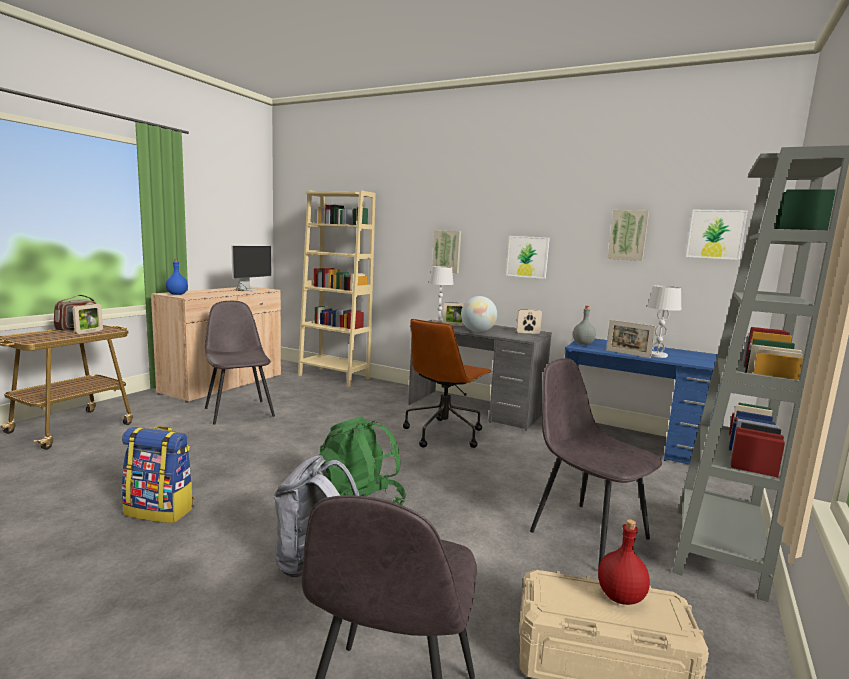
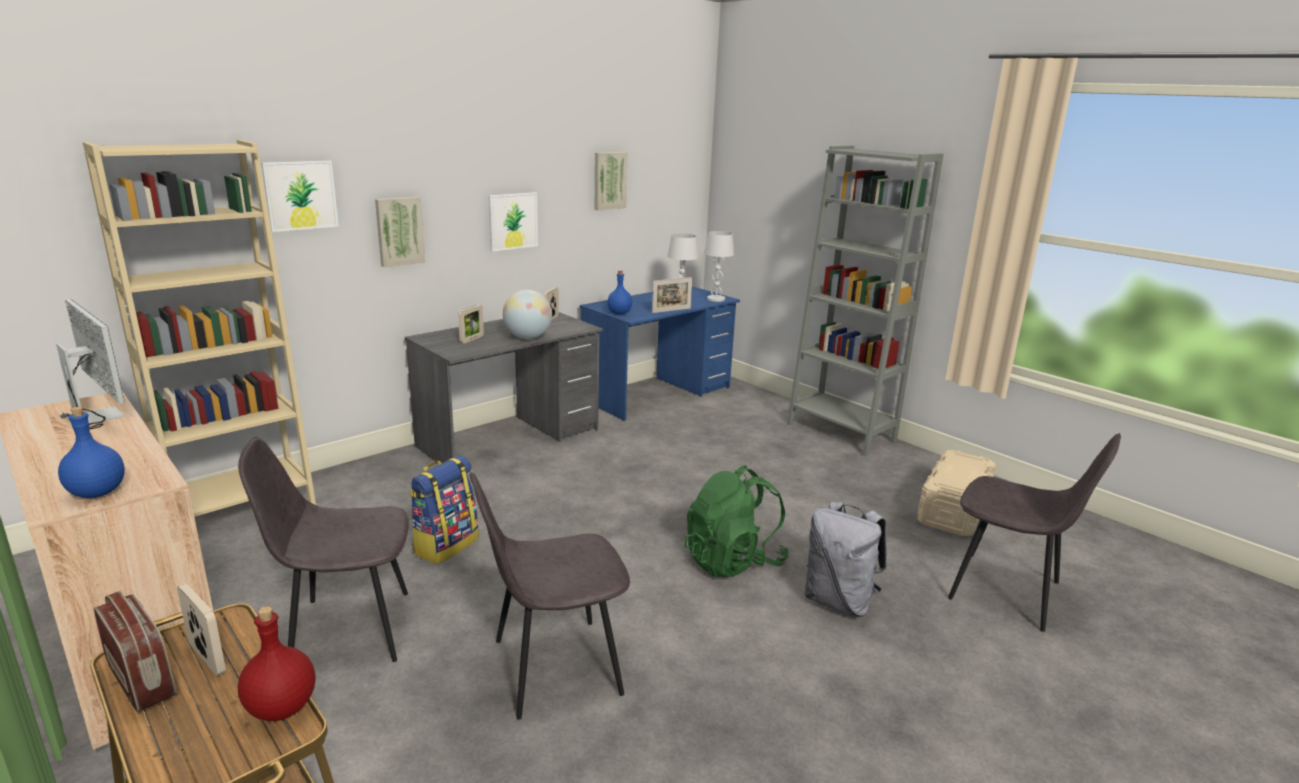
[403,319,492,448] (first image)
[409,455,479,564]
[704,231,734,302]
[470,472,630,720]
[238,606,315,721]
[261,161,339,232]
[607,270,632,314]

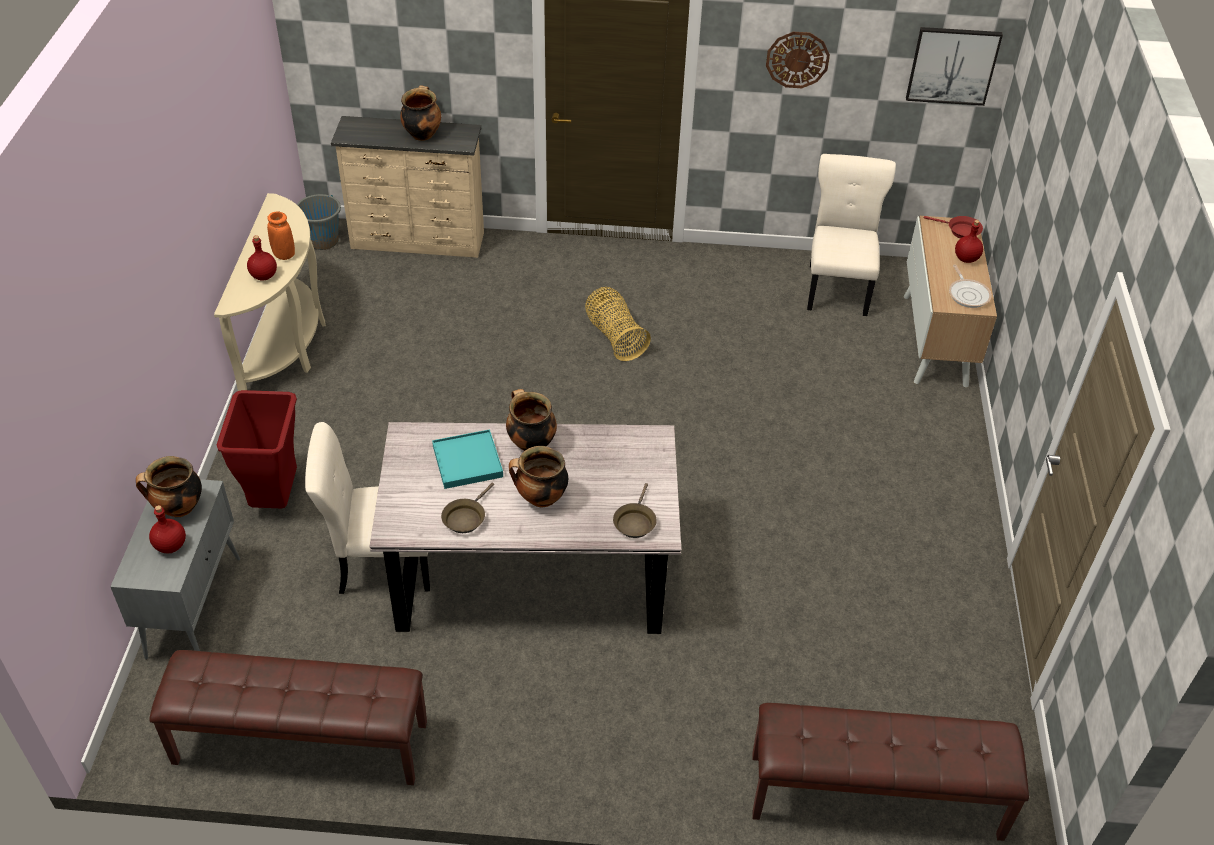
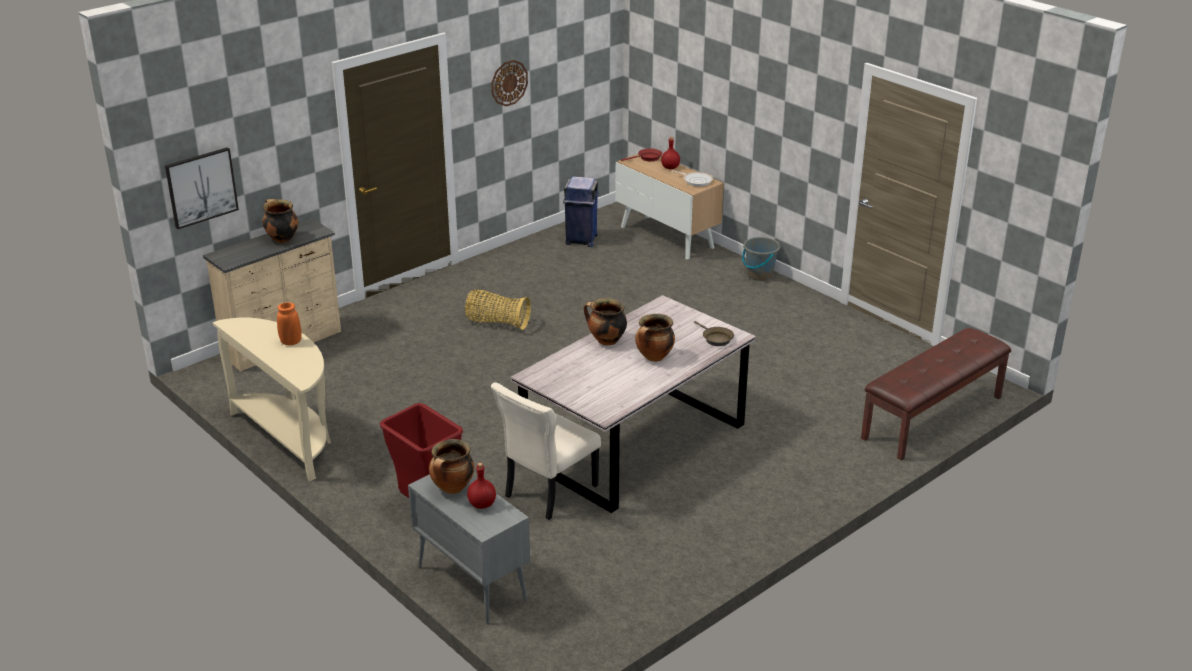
[149,650,427,785] (first image)
[247,235,277,281] (first image)
[432,429,503,489] (first image)
[441,482,494,533] (first image)
[742,237,780,281]
[165,147,239,229]
[563,176,599,247]

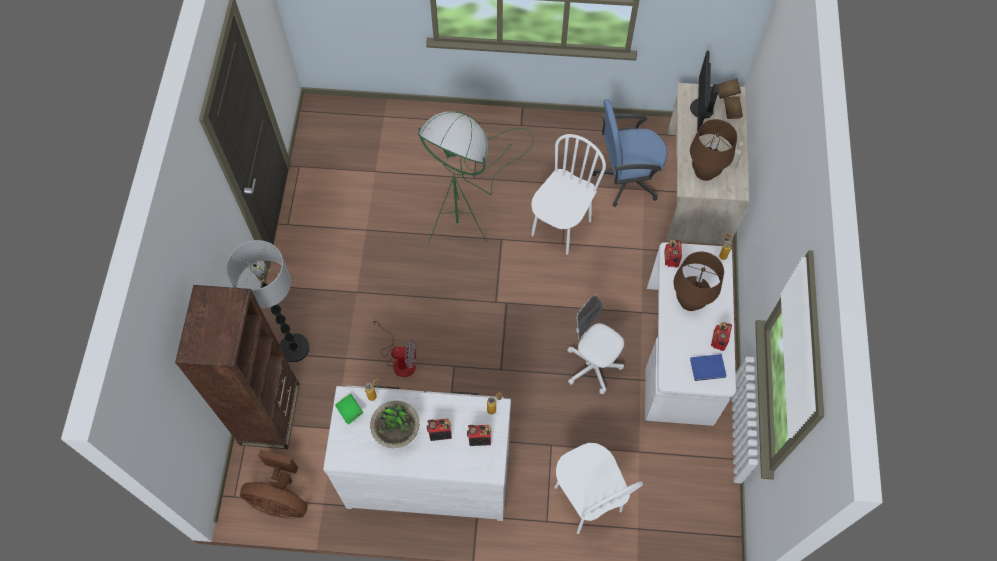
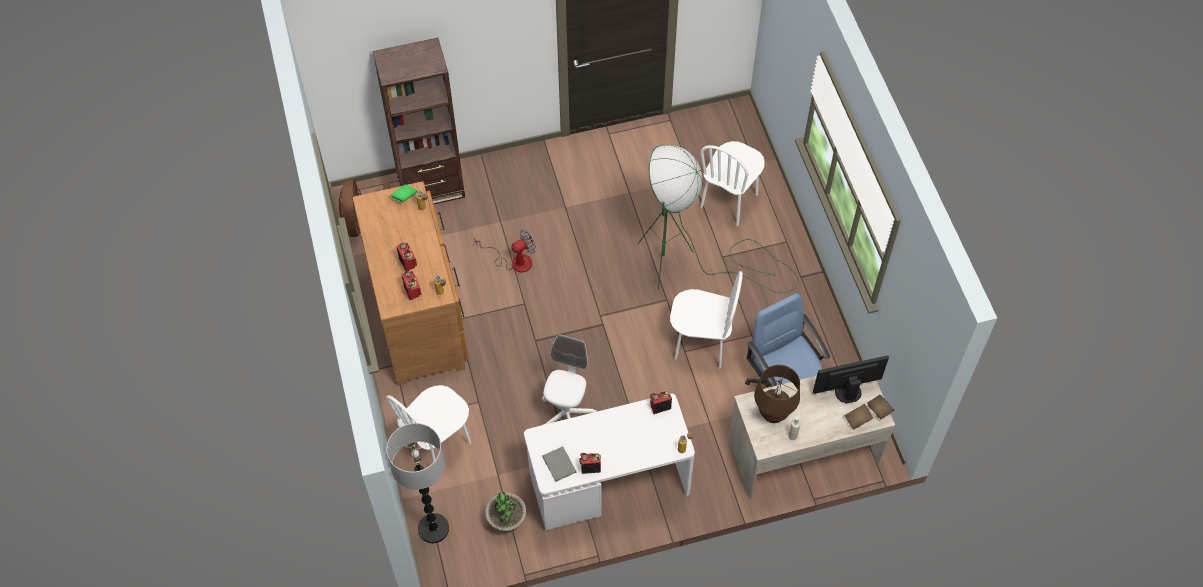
[674,252,724,311] (first image)
[700,141,765,226]
[386,423,449,543]
[485,492,526,533]
[352,181,468,386]
[542,446,576,482]
[474,230,536,272]

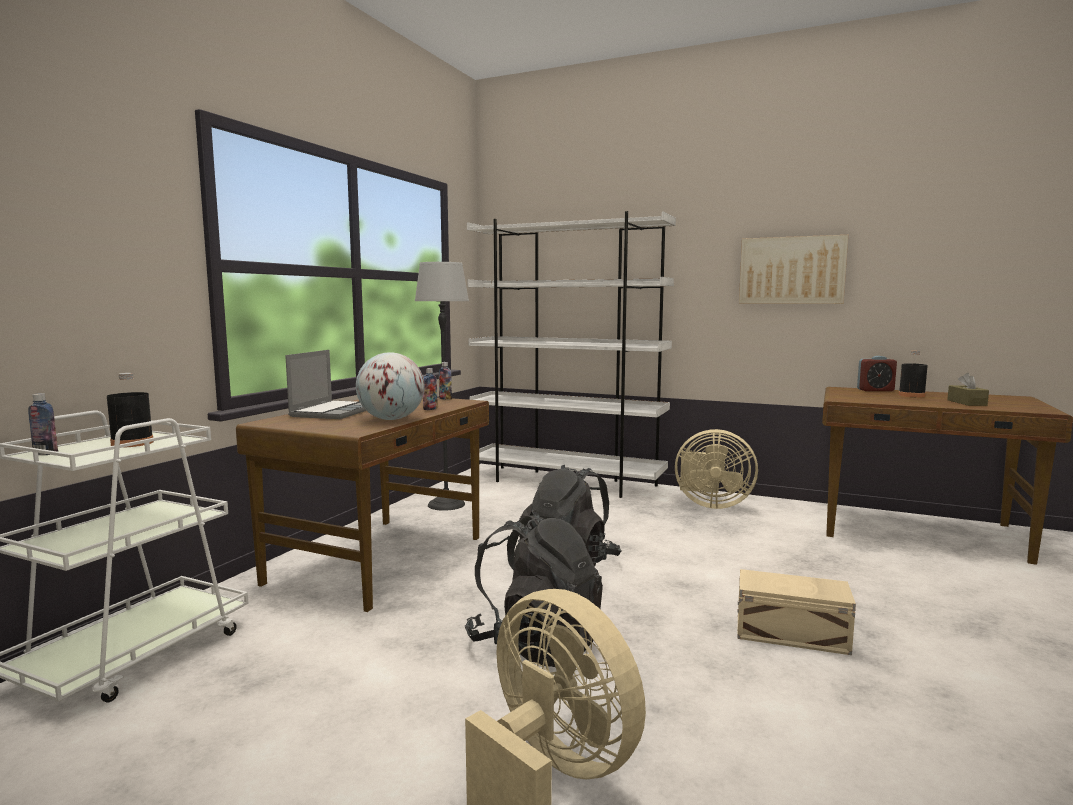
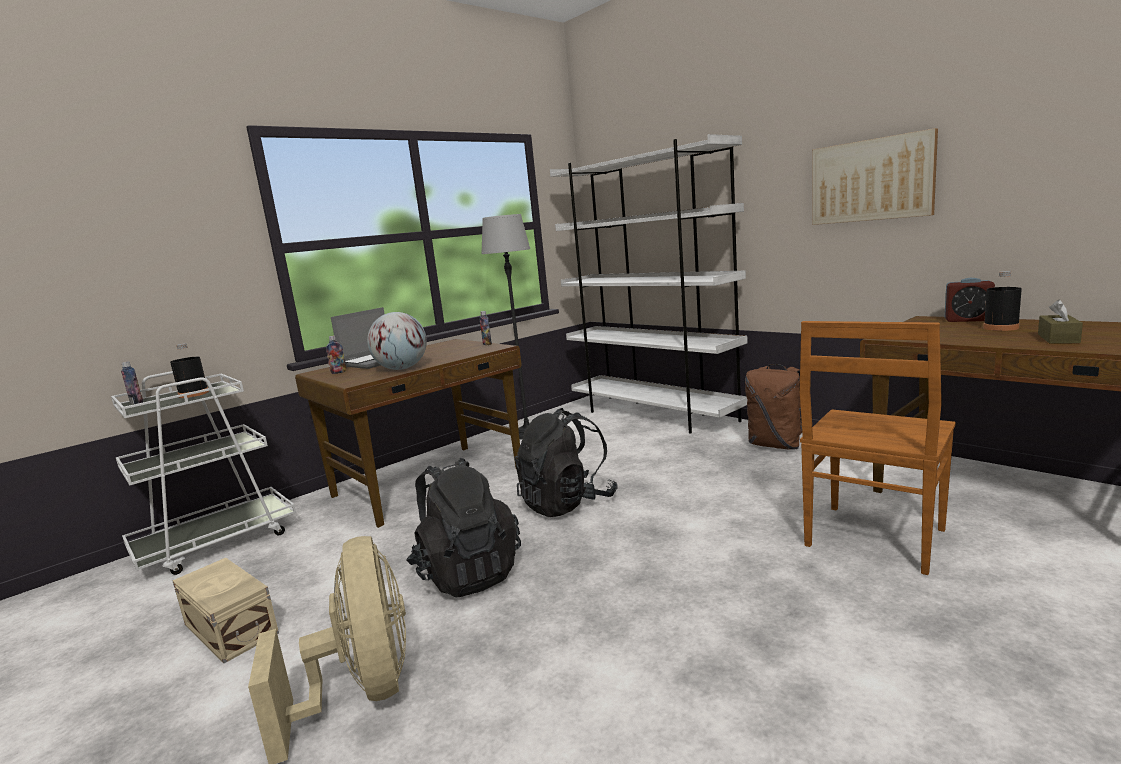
[800,321,956,575]
[326,336,347,374]
[172,558,279,663]
[745,364,802,450]

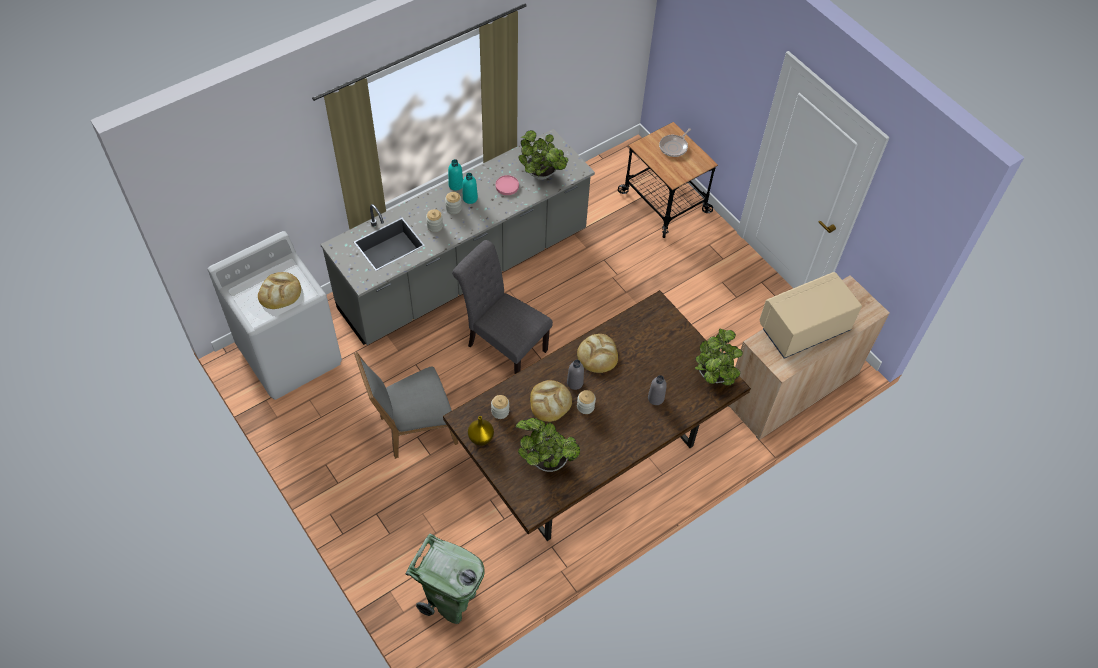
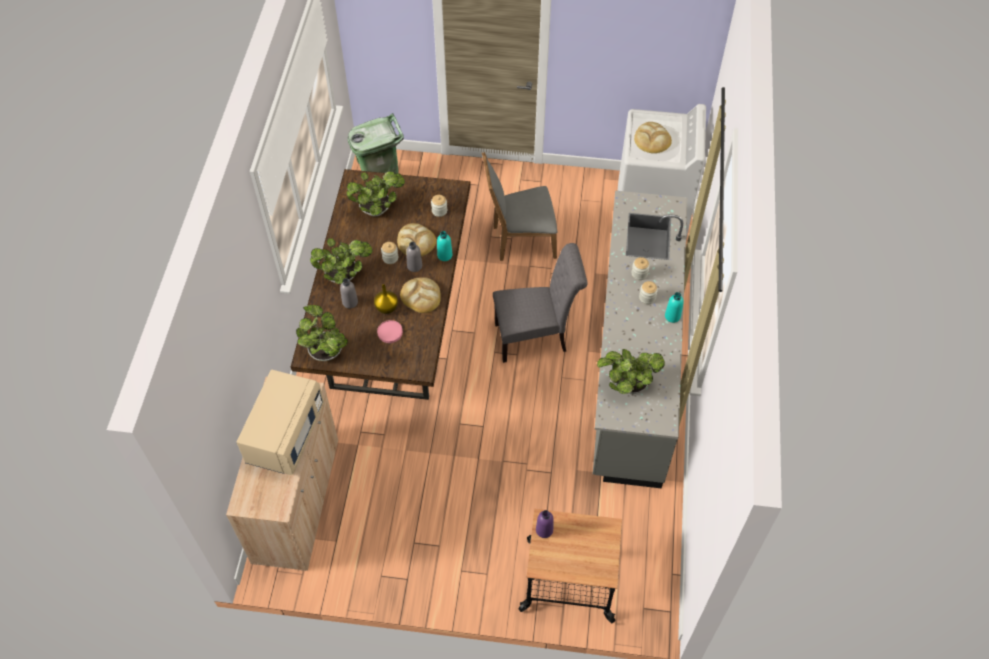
[659,128,691,157] (first image)
[310,238,372,284]
[536,510,554,538]
[437,231,452,261]
[374,284,398,314]
[377,320,403,343]
[482,152,557,261]

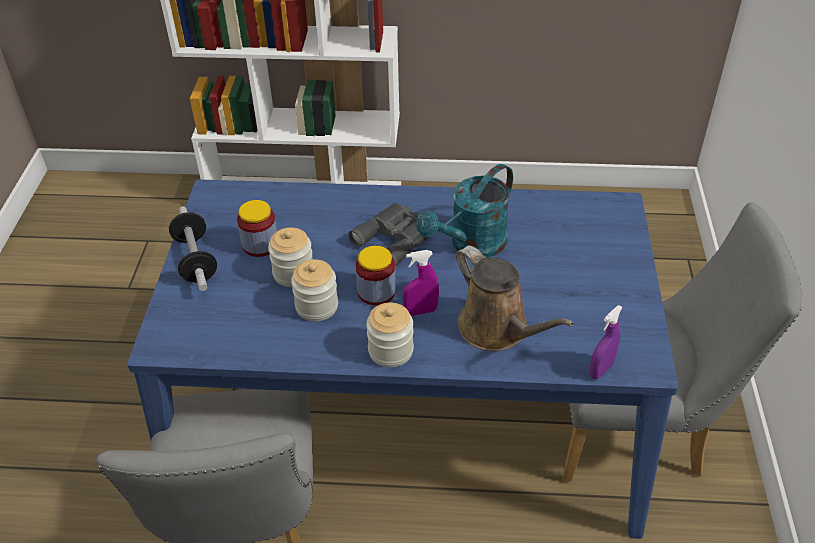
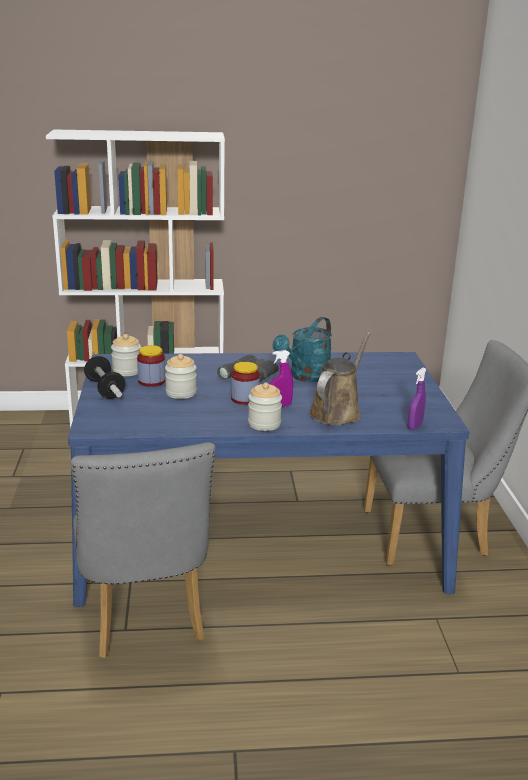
[111,334,141,376]
[309,332,371,425]

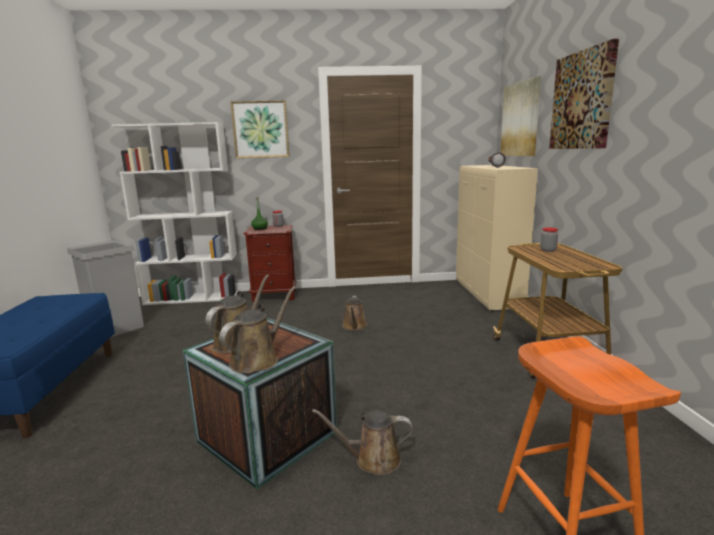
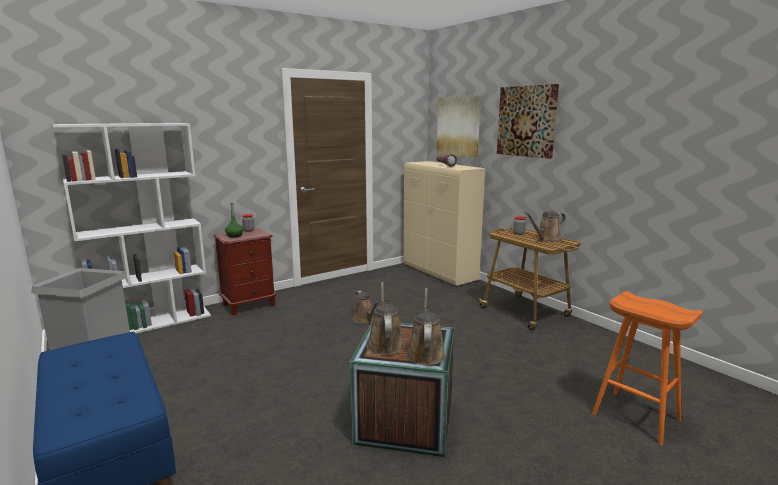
[230,100,290,158] (first image)
[524,211,566,242]

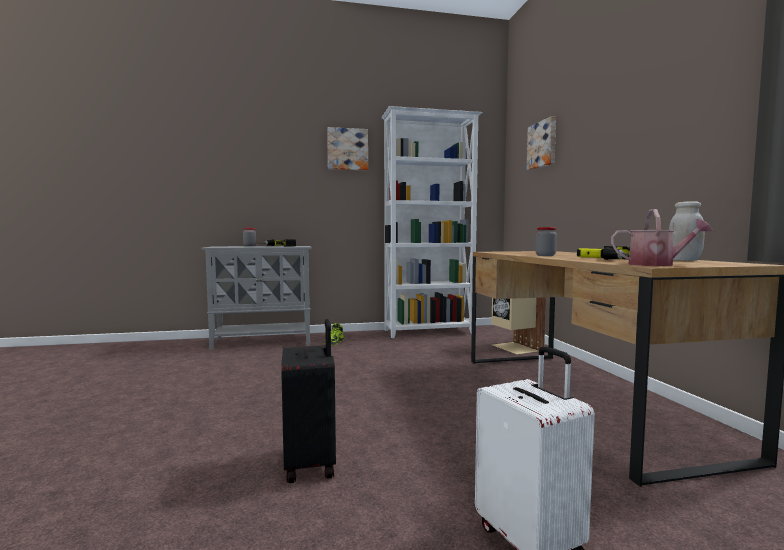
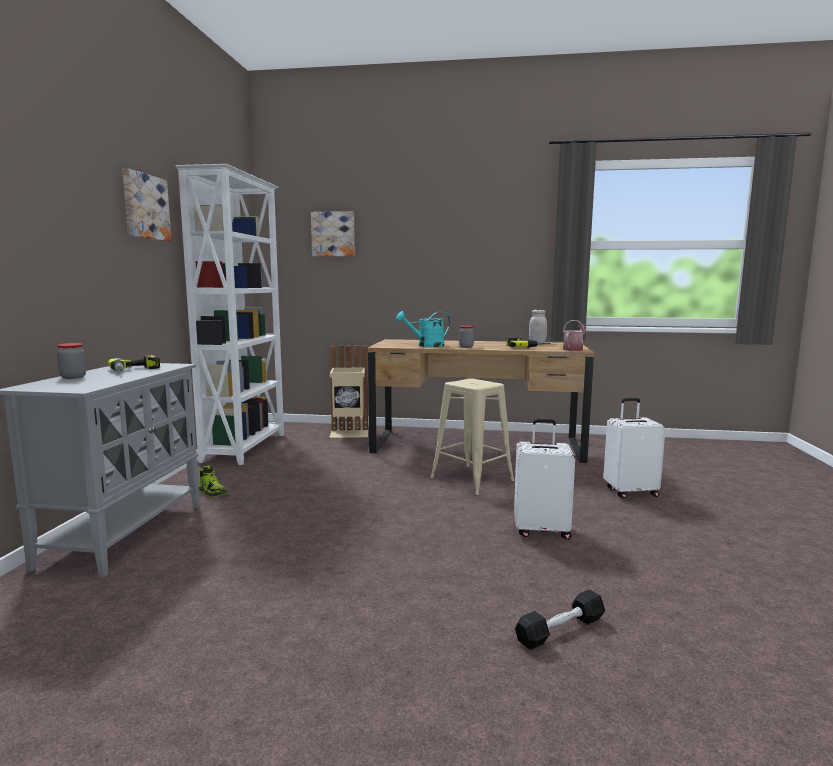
[396,311,450,347]
[430,379,515,495]
[515,589,605,650]
[514,419,575,540]

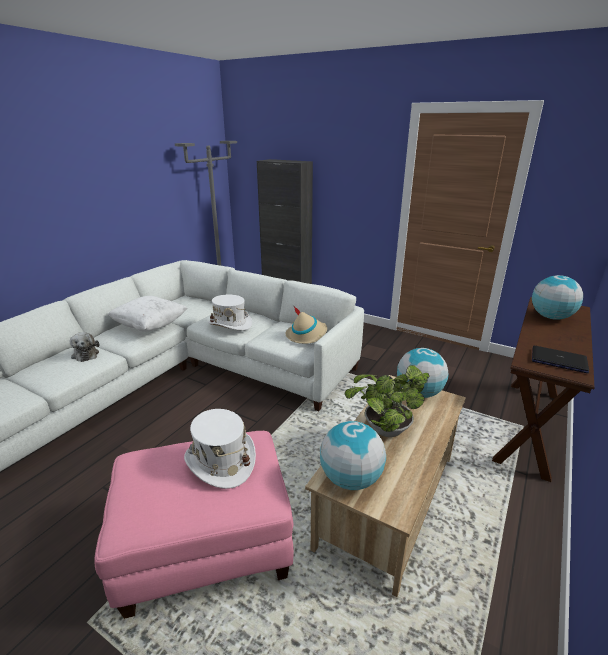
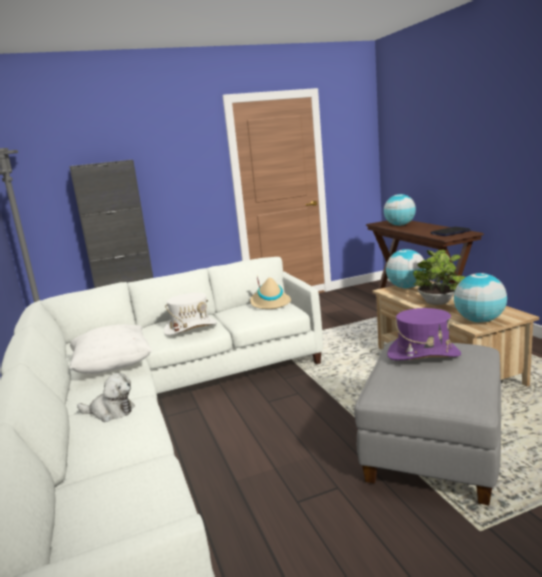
[354,341,501,505]
[387,308,461,361]

